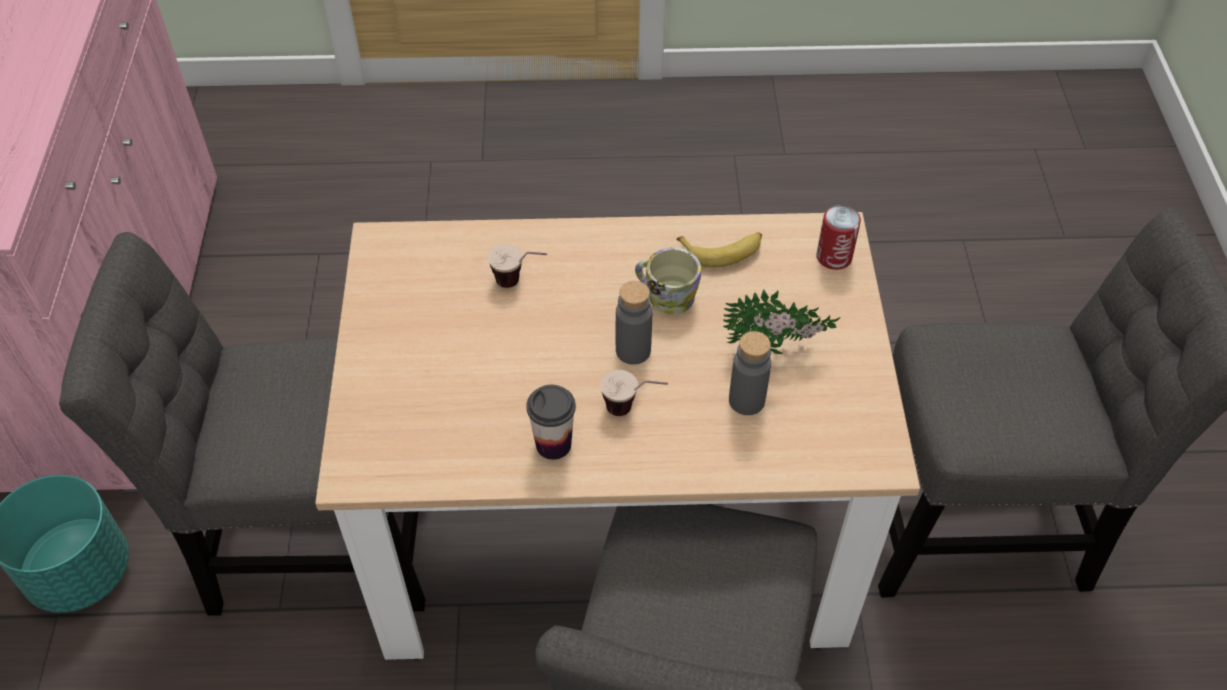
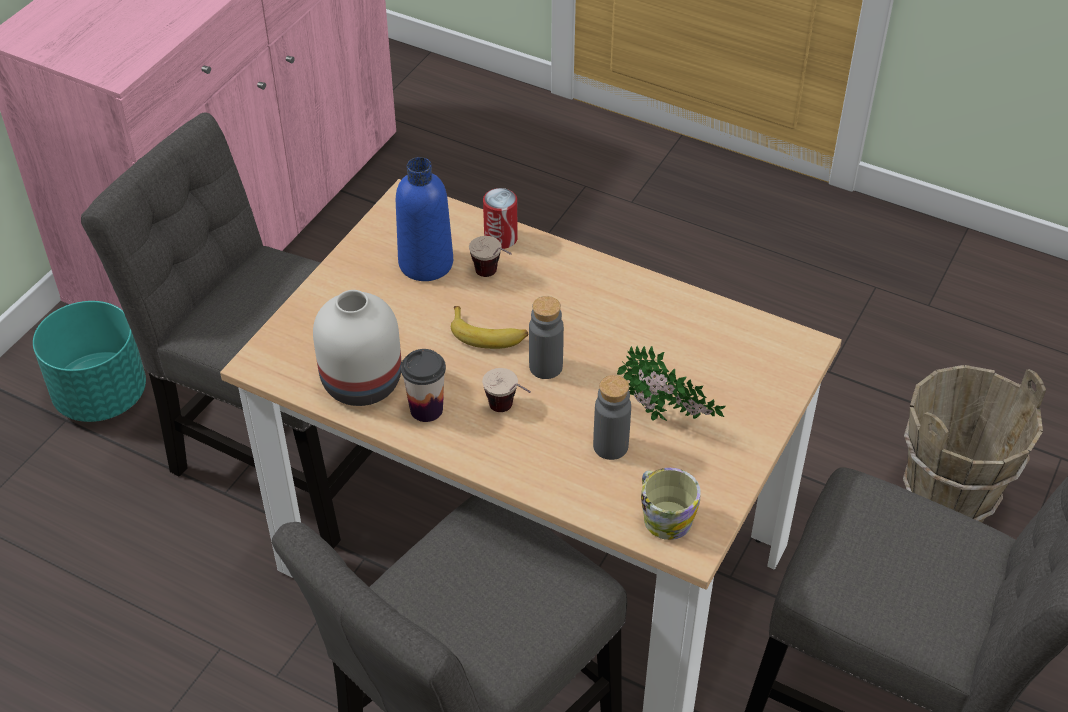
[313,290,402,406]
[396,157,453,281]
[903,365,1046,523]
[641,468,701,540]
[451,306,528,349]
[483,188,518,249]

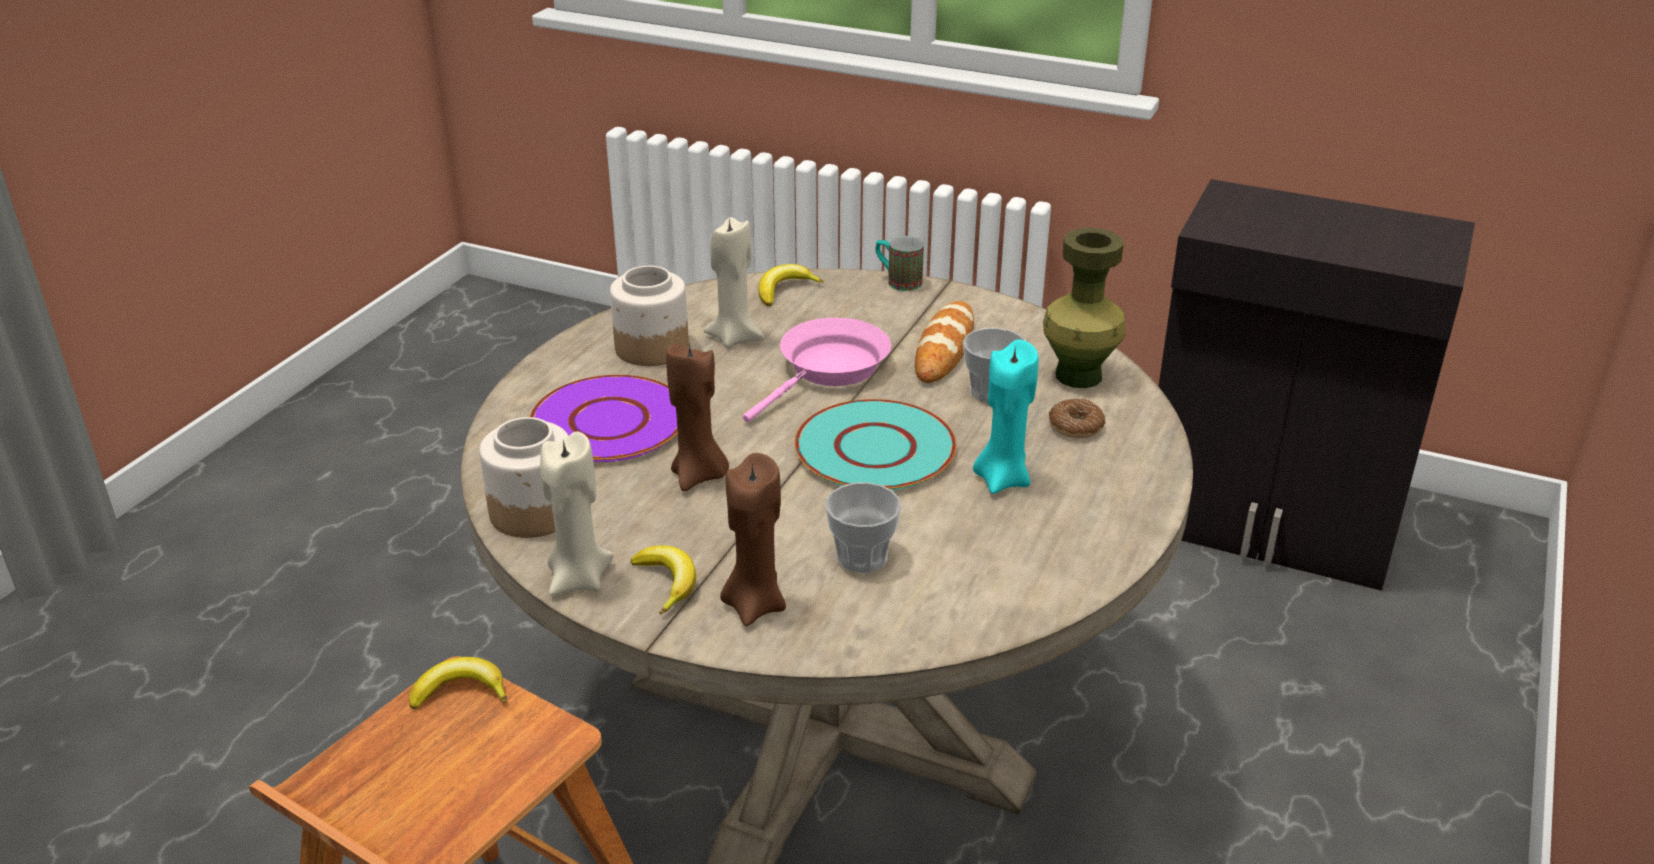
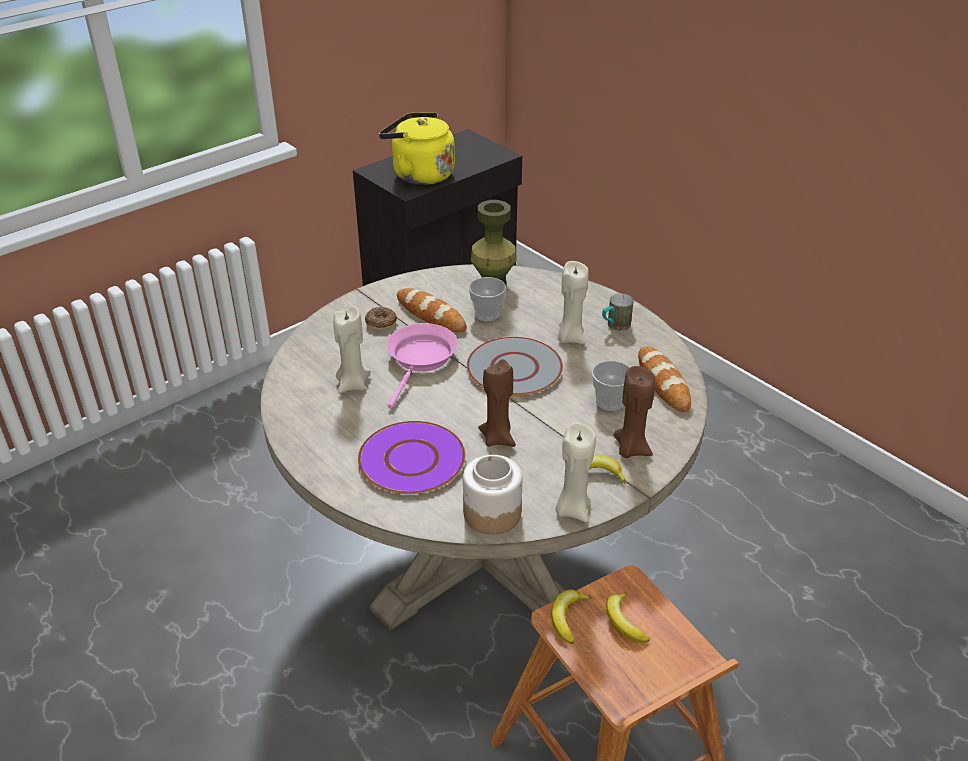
[610,266,689,366] (first image)
[379,112,455,185]
[638,346,691,412]
[606,592,649,643]
[602,293,633,331]
[365,307,397,330]
[467,337,563,396]
[558,261,589,344]
[387,323,458,408]

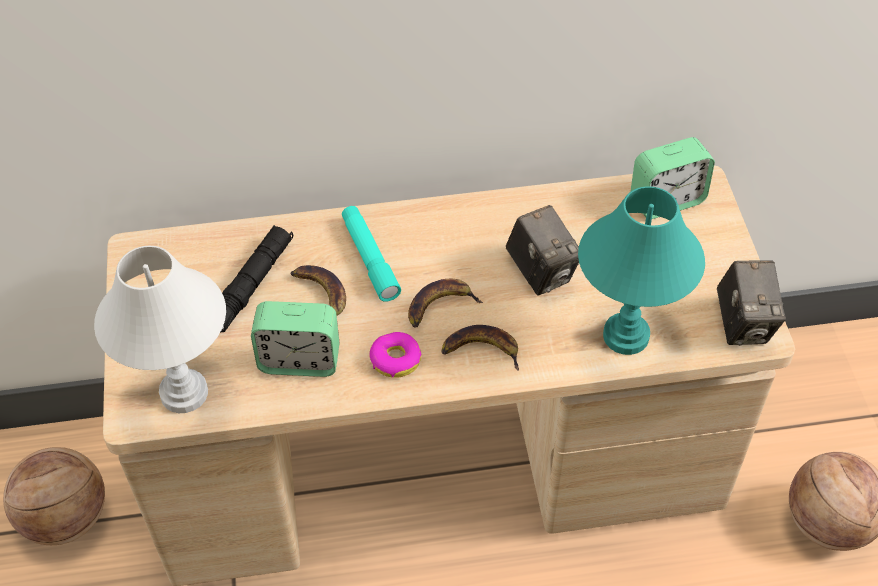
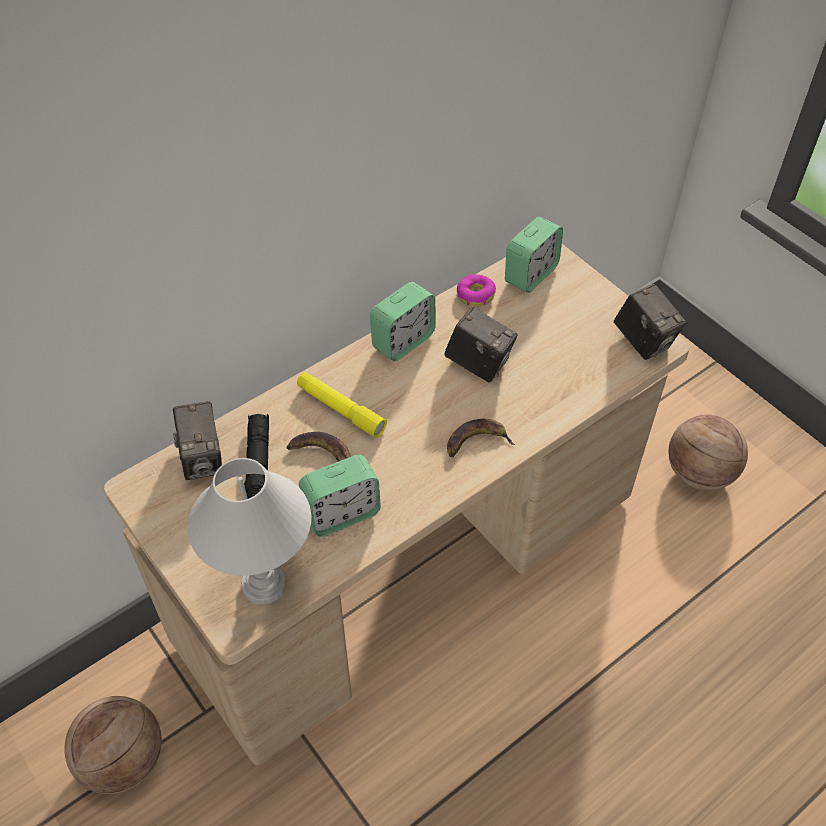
[408,279,483,328] (first image)
[578,186,705,355] (first image)
[173,401,222,480]
[370,282,436,361]
[457,274,496,307]
[297,372,387,438]

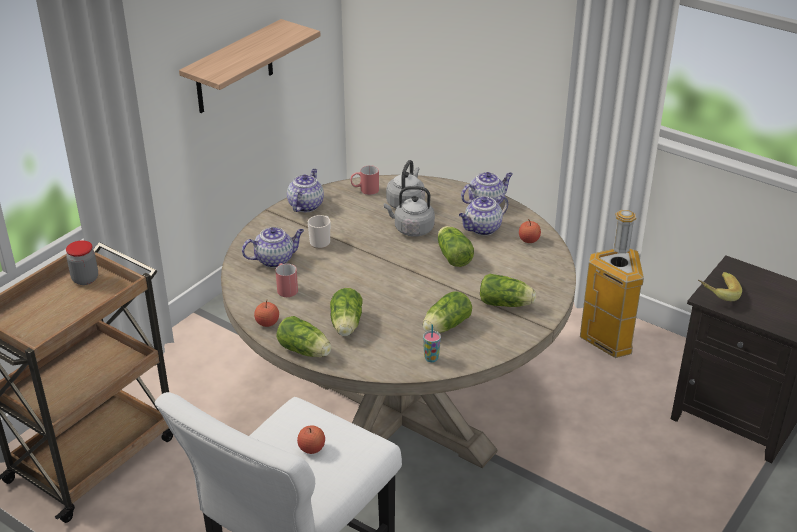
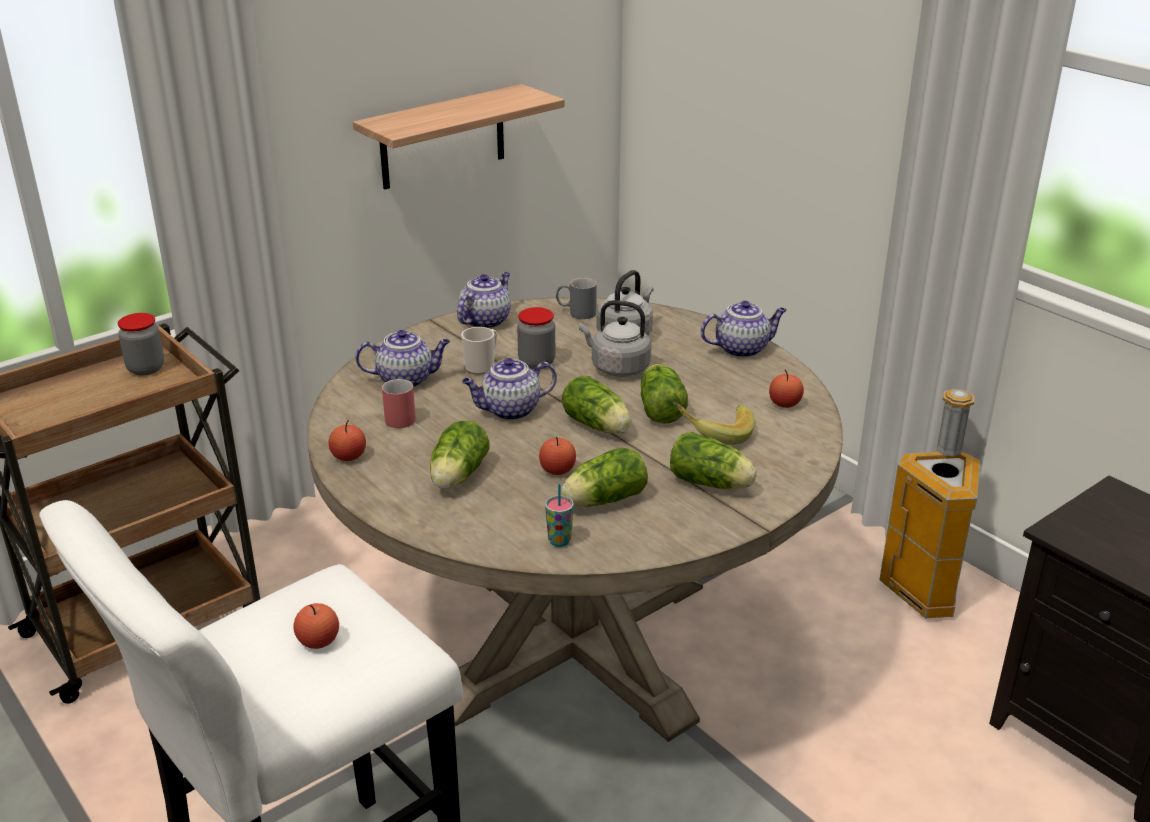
[517,307,555,369]
[539,437,576,475]
[562,376,631,434]
[462,358,557,420]
[672,402,755,445]
[556,278,597,319]

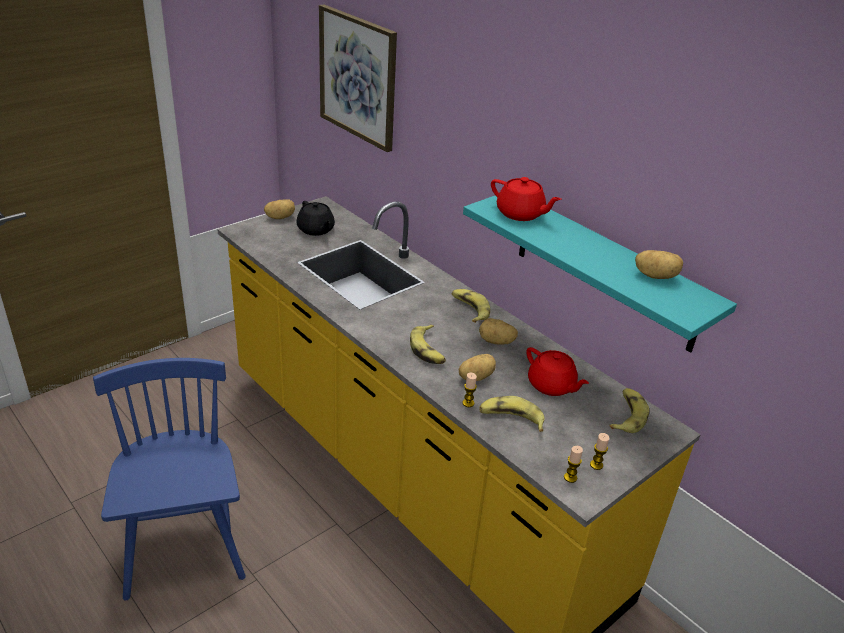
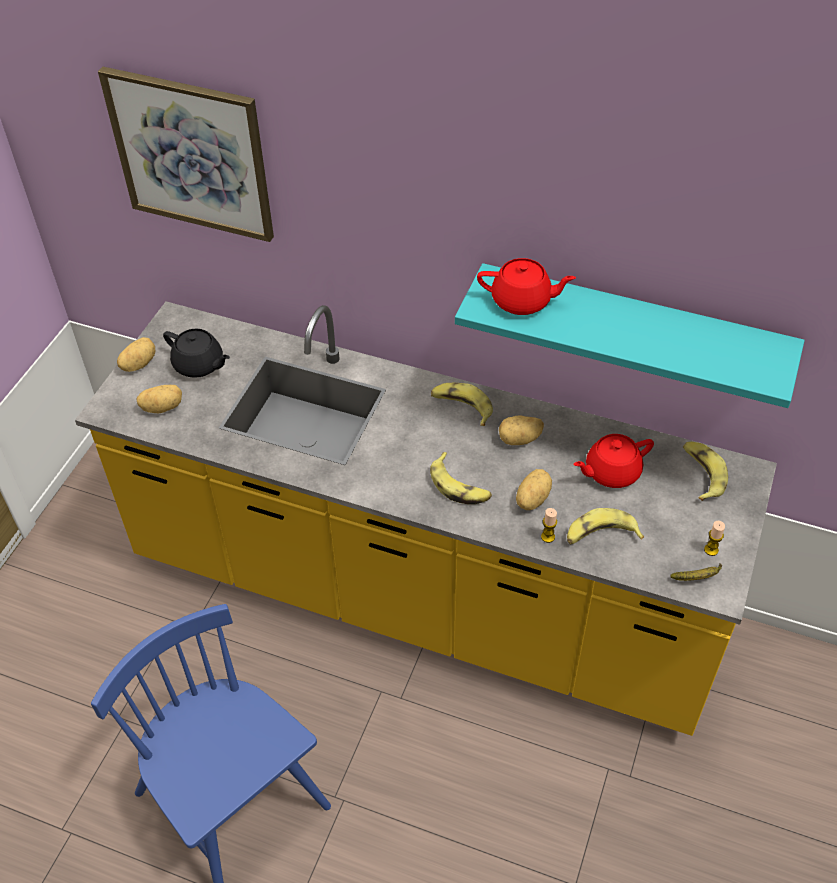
[136,385,182,413]
[670,563,722,581]
[573,434,654,488]

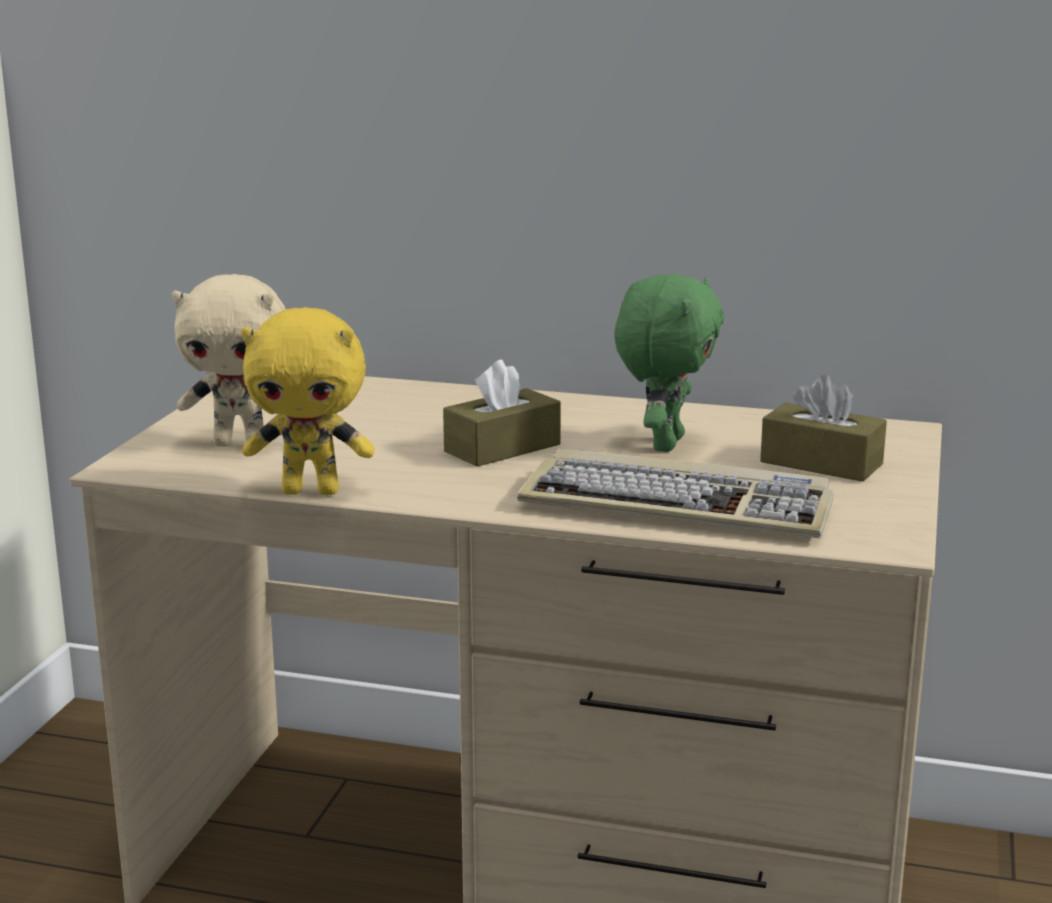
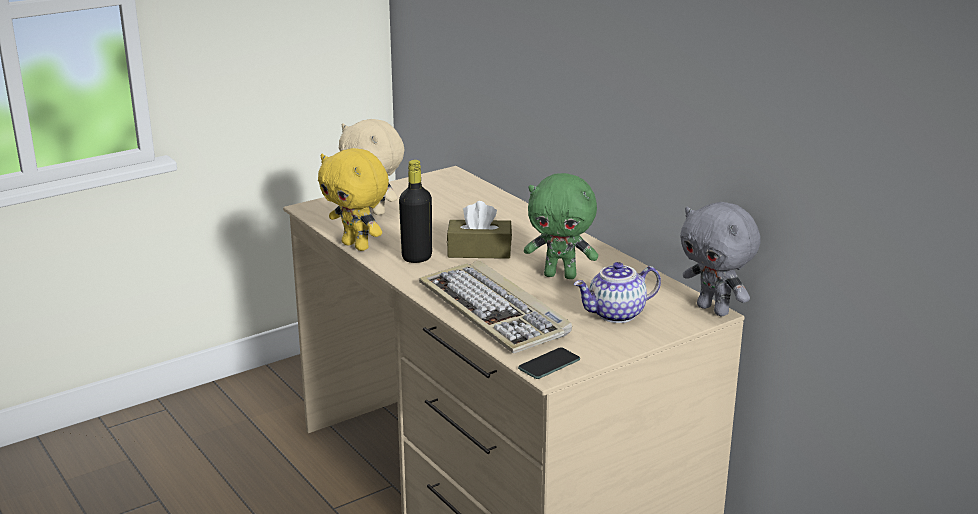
[399,160,432,263]
[518,347,580,379]
[680,202,761,316]
[574,262,661,323]
[524,173,598,279]

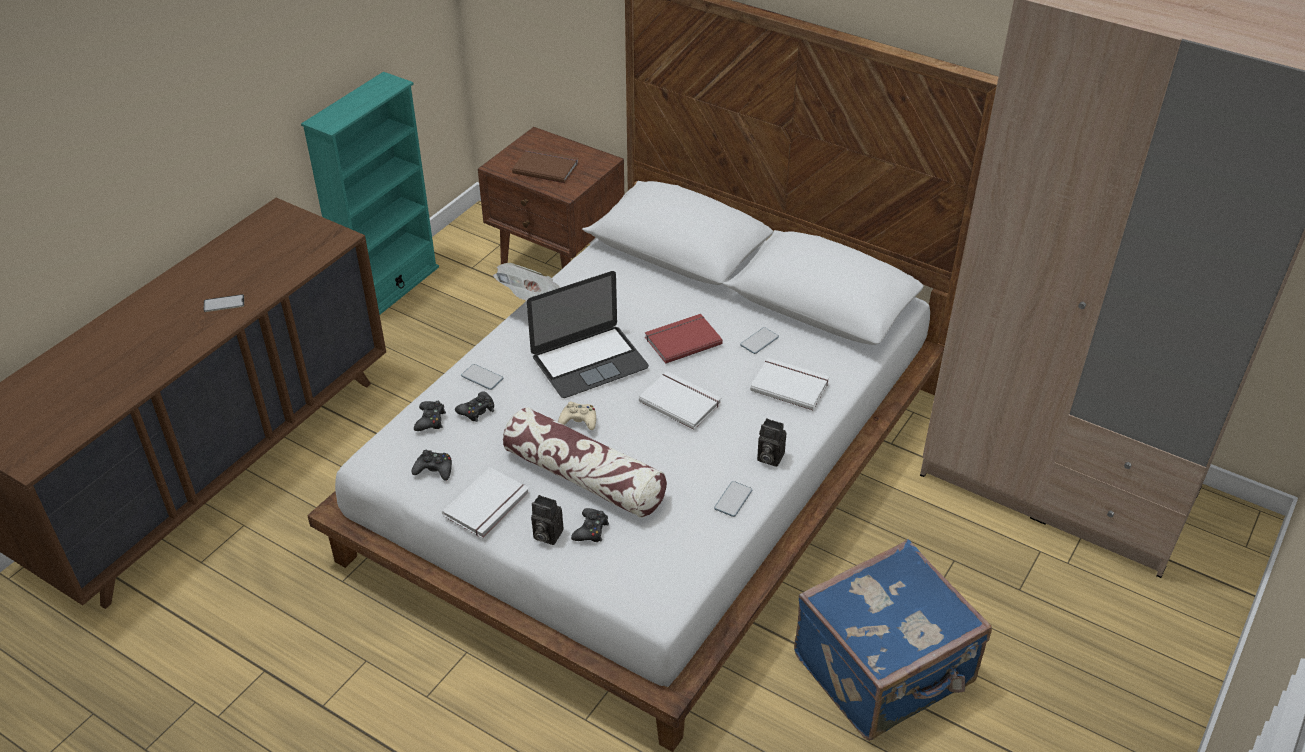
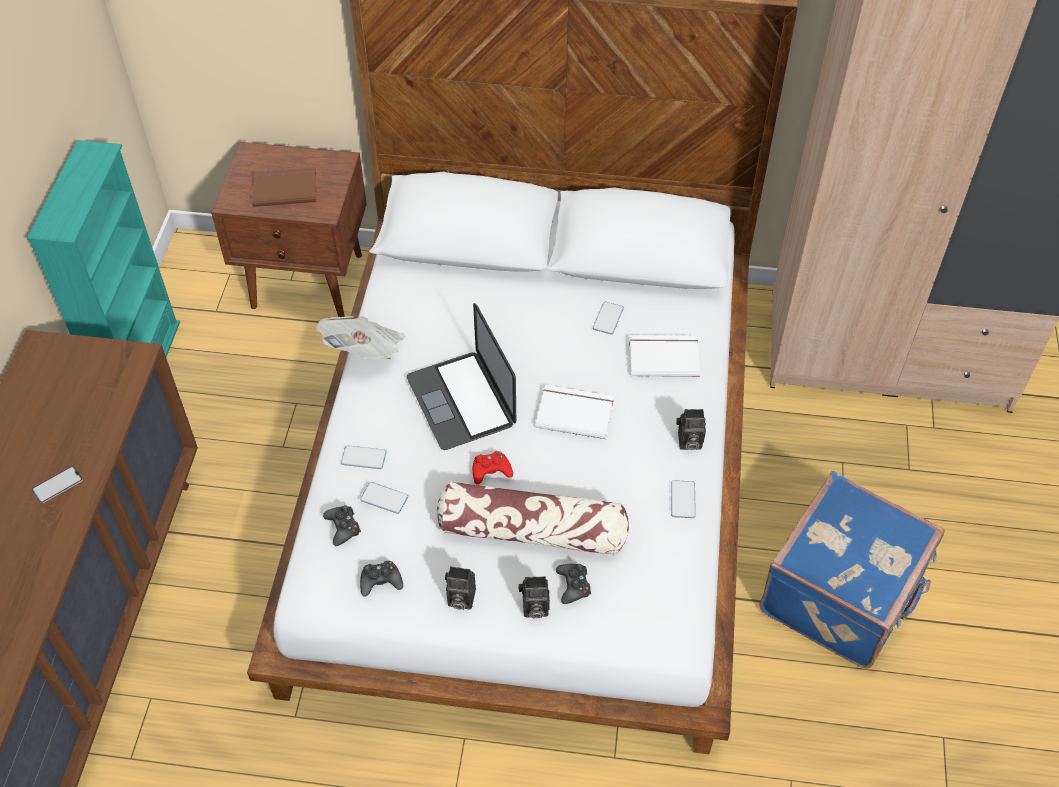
[645,314,723,364] (first image)
[445,566,476,610]
[360,482,408,514]
[473,451,513,484]
[407,303,516,450]

